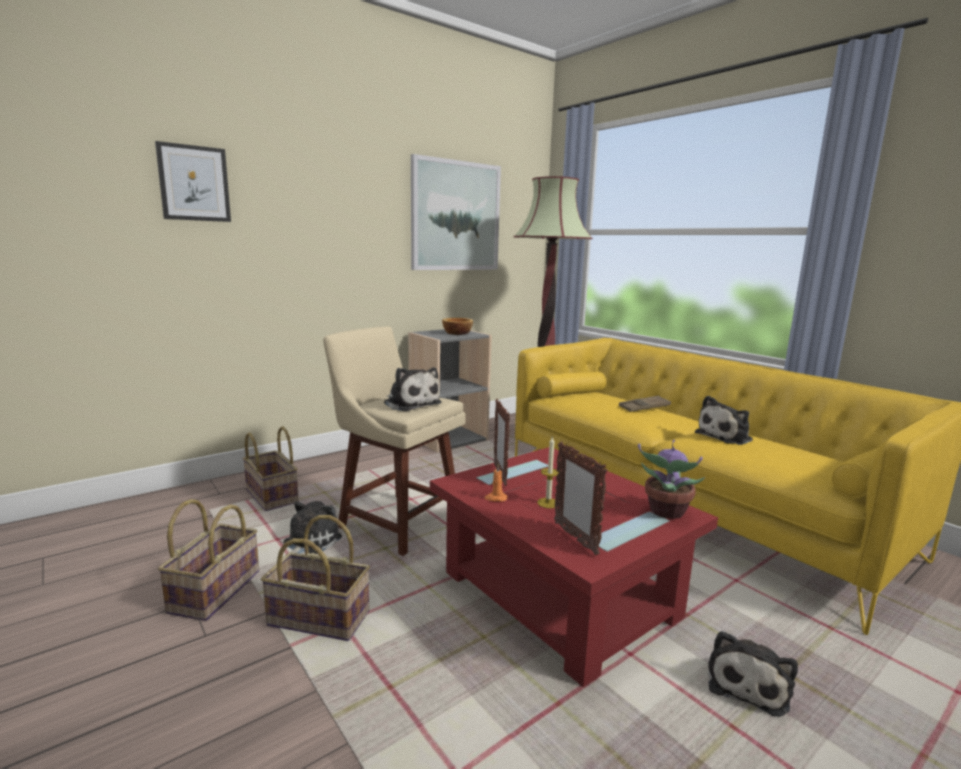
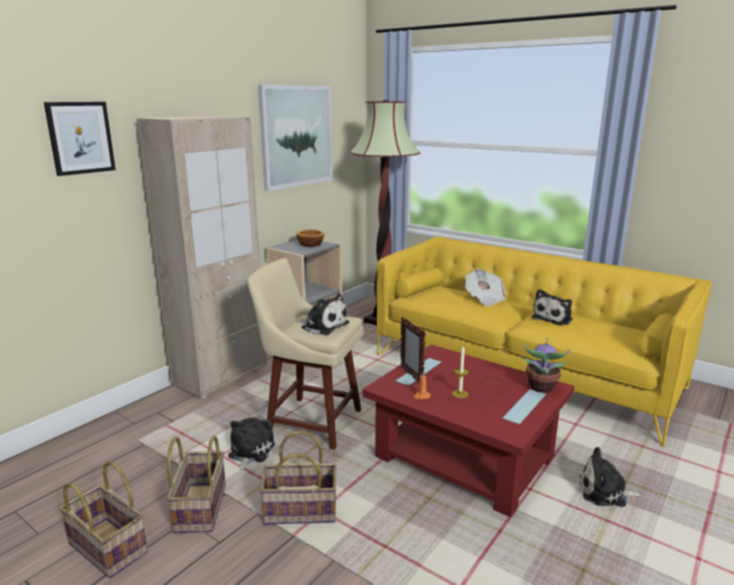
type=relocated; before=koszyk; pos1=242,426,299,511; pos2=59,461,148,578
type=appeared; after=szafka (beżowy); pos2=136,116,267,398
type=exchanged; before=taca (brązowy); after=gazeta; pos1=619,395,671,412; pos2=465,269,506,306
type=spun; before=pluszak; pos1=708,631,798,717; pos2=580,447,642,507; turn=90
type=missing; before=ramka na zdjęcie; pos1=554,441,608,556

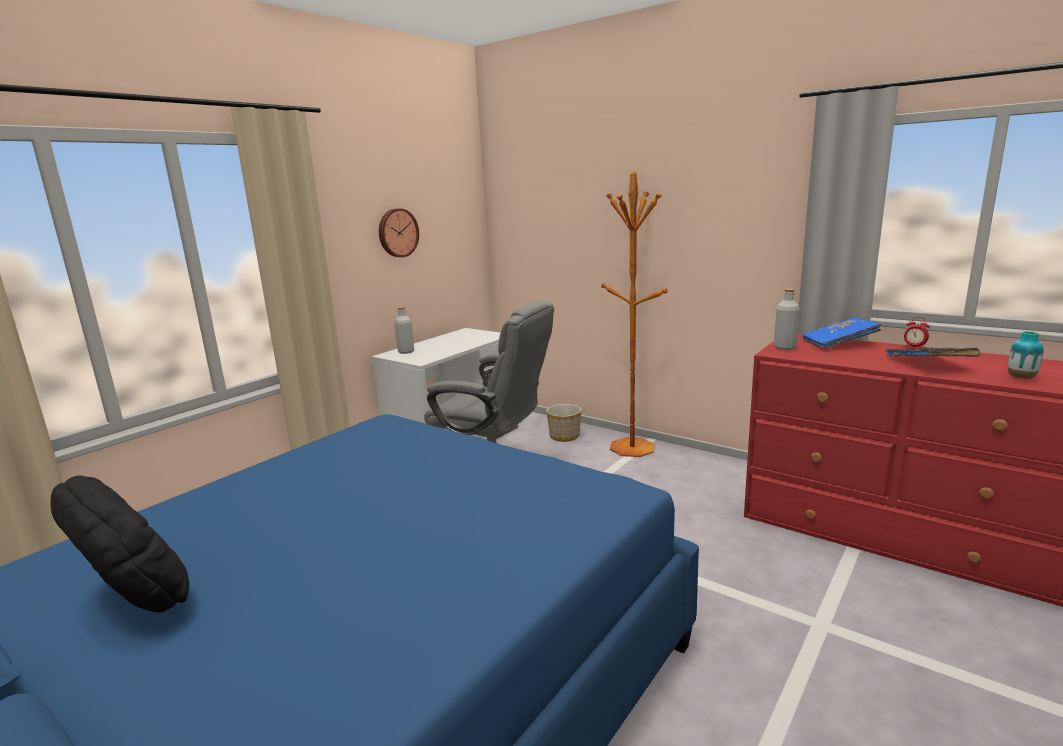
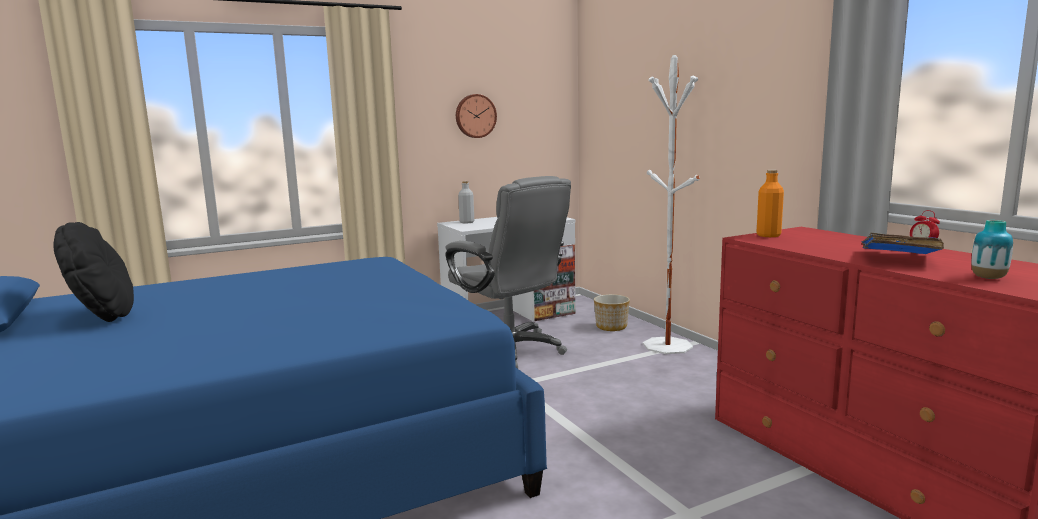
type=colour; before=wieszak (pomarańczowy); after=wieszak (biały); pos1=601,171,668,457; pos2=643,55,700,354
type=colour; before=butelka (szary); after=butelka (pomarańczowy); pos1=774,289,800,350; pos2=757,170,784,237
type=missing; before=książka (niebieski); pos1=803,317,882,349

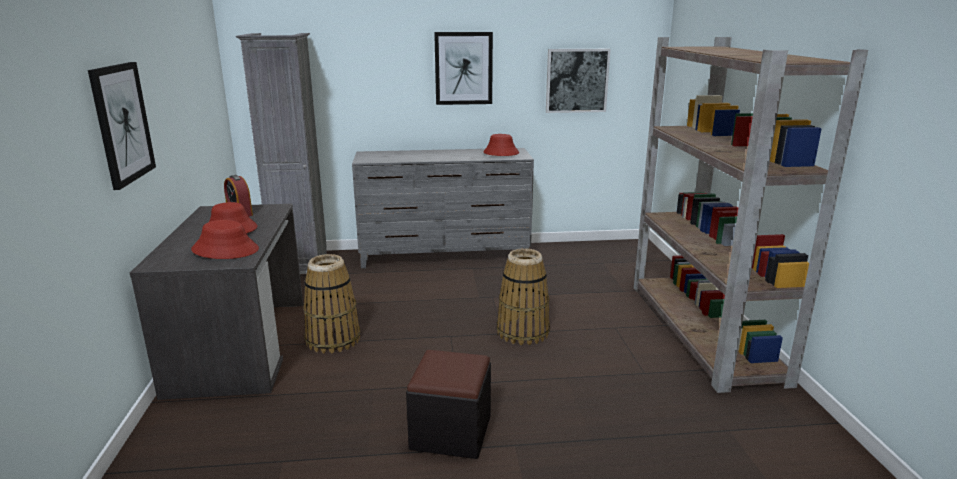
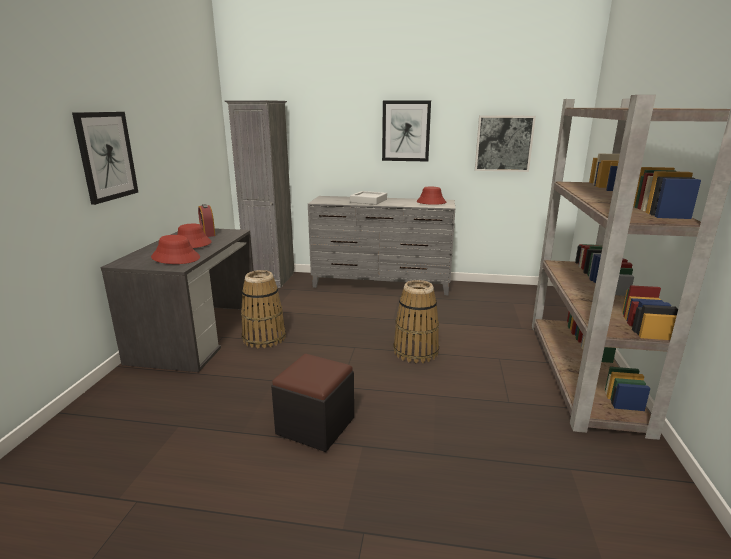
type=appeared; after=taca (szary); pos2=350,191,387,205

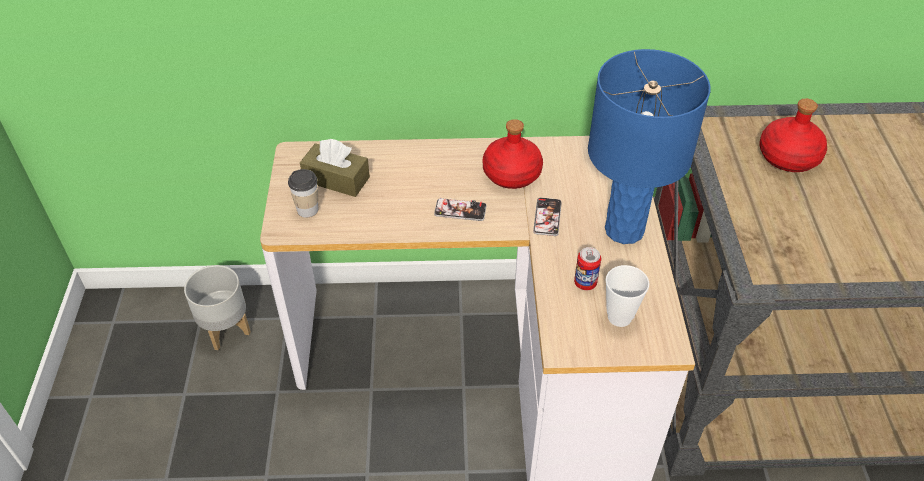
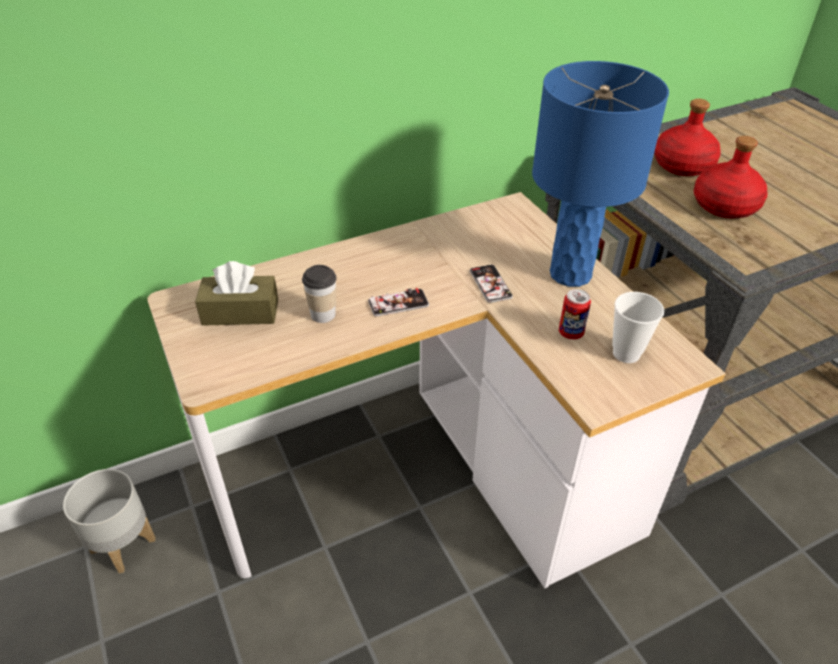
type=relocated; before=filiżanka; pos1=288,169,318,217; pos2=302,265,337,323
type=relocated; before=butelka (czerwony); pos1=483,119,543,189; pos2=694,136,767,218

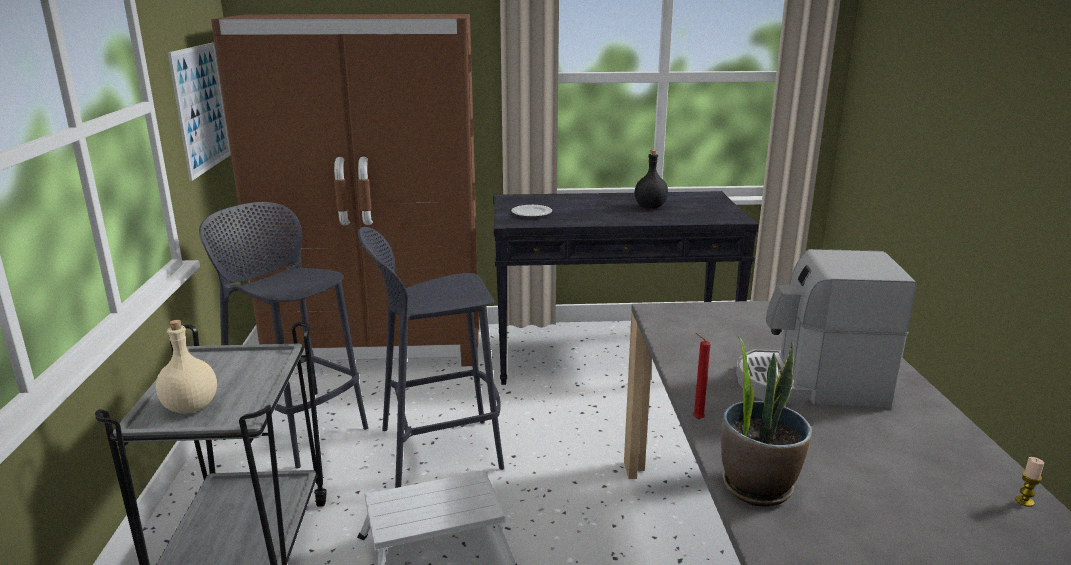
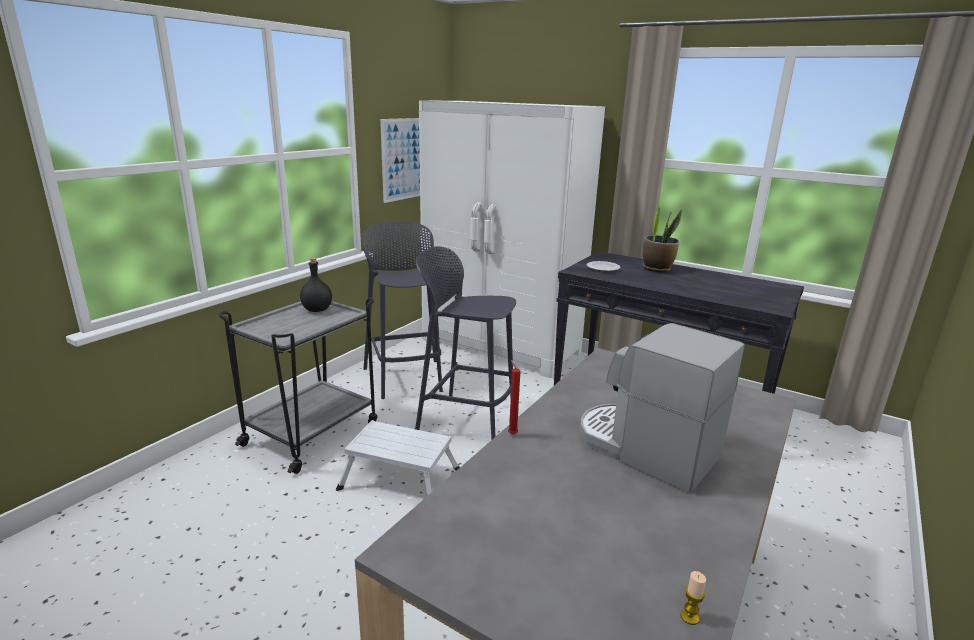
type=relocated; before=butelka (czarny); pos1=634,150,668,209; pos2=300,258,332,312
type=colour; before=szafka (brązowy); after=szafka (biały); pos1=211,14,479,367; pos2=419,100,605,378
type=relocated; before=roślina doniczkowa; pos1=721,335,812,507; pos2=643,203,682,272
type=missing; before=butelka (beżowy); pos1=156,320,217,414

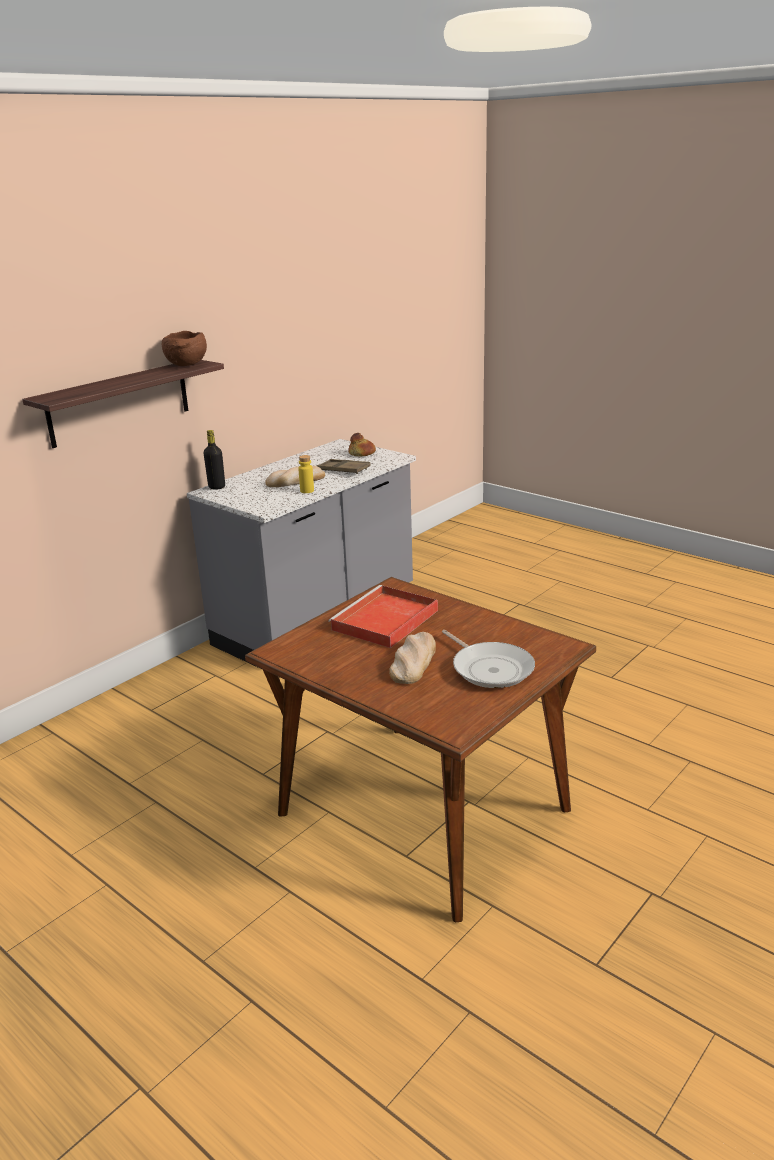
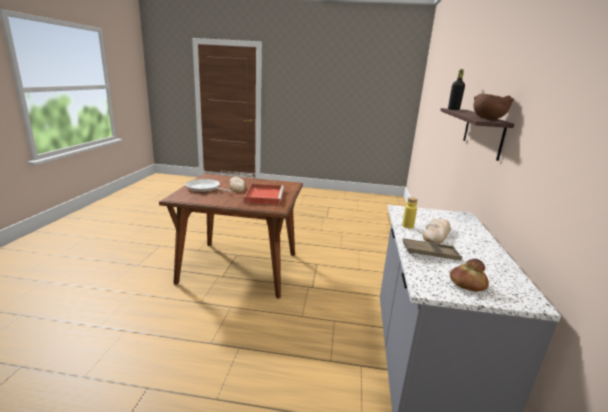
type=relocated; before=butelka (czarny); pos1=203,430,225,489; pos2=448,69,465,110

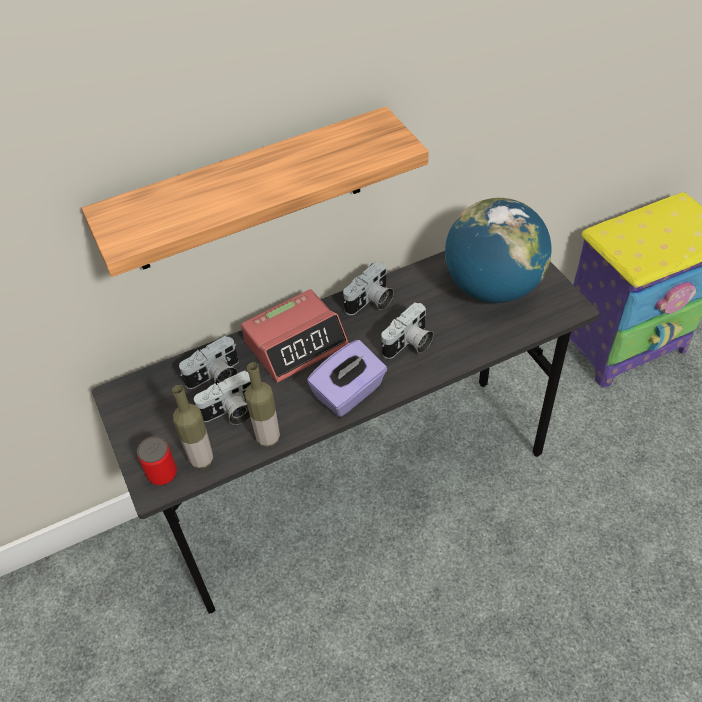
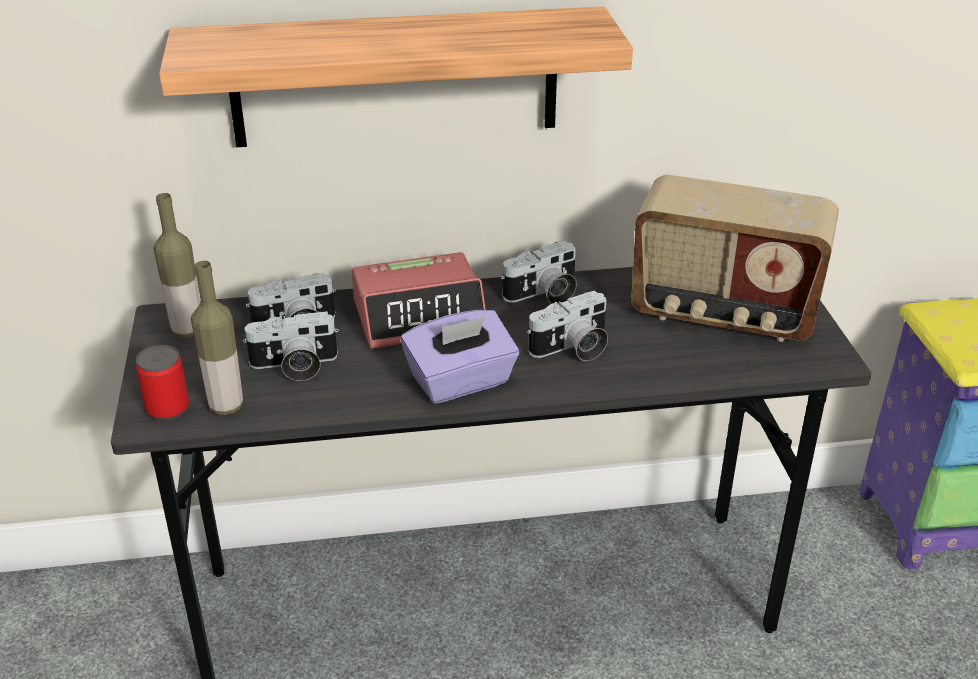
type=relocated; before=butelka; pos1=244,362,280,447; pos2=154,193,200,337
type=exchanged; before=globus; after=radio; pos1=445,198,552,303; pos2=631,175,839,342

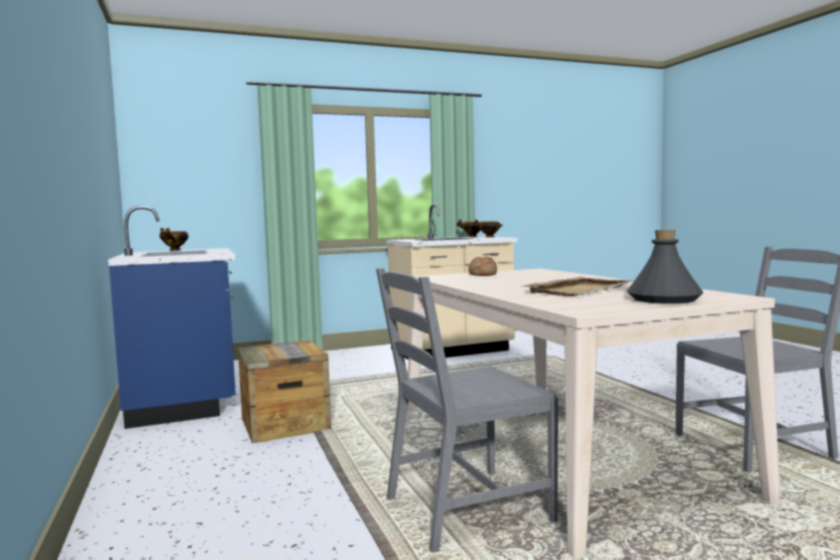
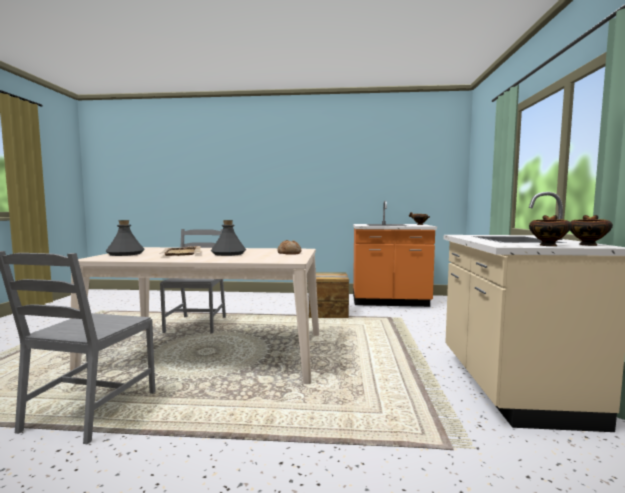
type=appeared; after=butelka (szary); pos2=211,220,246,256
type=colour; before=zabudowa kuchenna (niebieski); after=zabudowa kuchenna (pomarańczowy); pos1=108,206,236,429; pos2=353,201,437,307

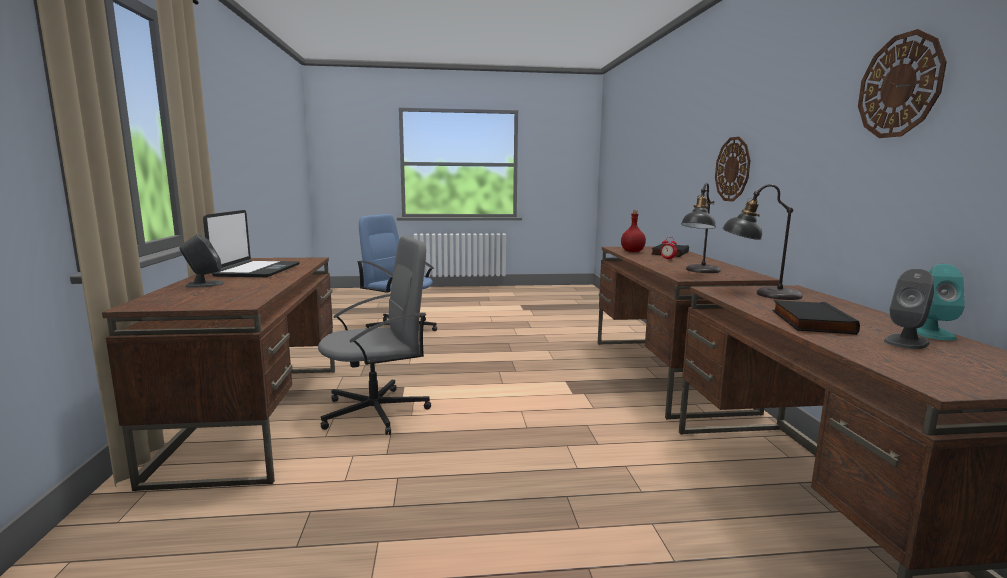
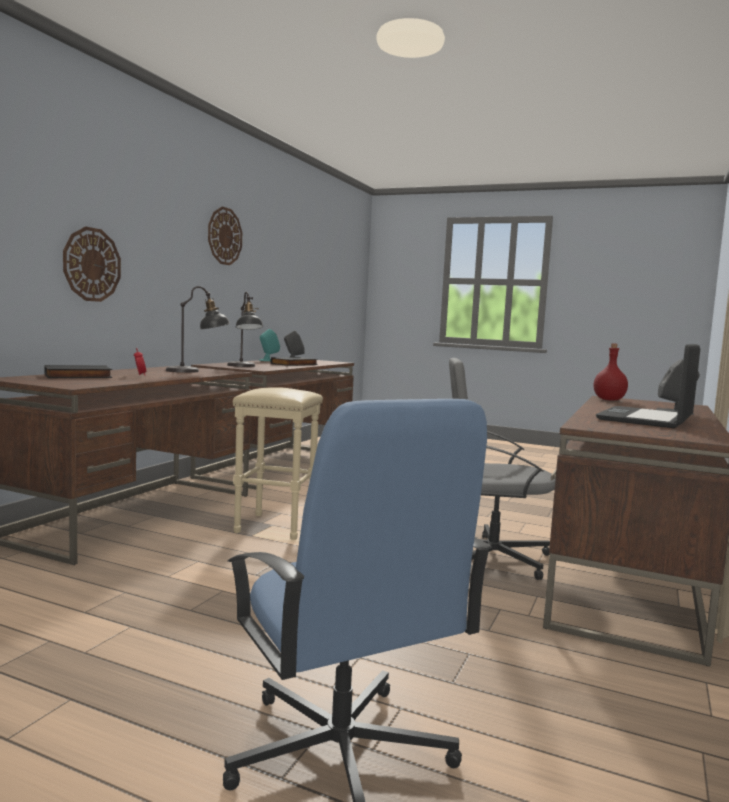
type=appeared; after=stołek (beżowy); pos2=233,387,323,540
type=relocated; before=butelka (czerwony); pos1=621,210,646,252; pos2=594,343,628,401

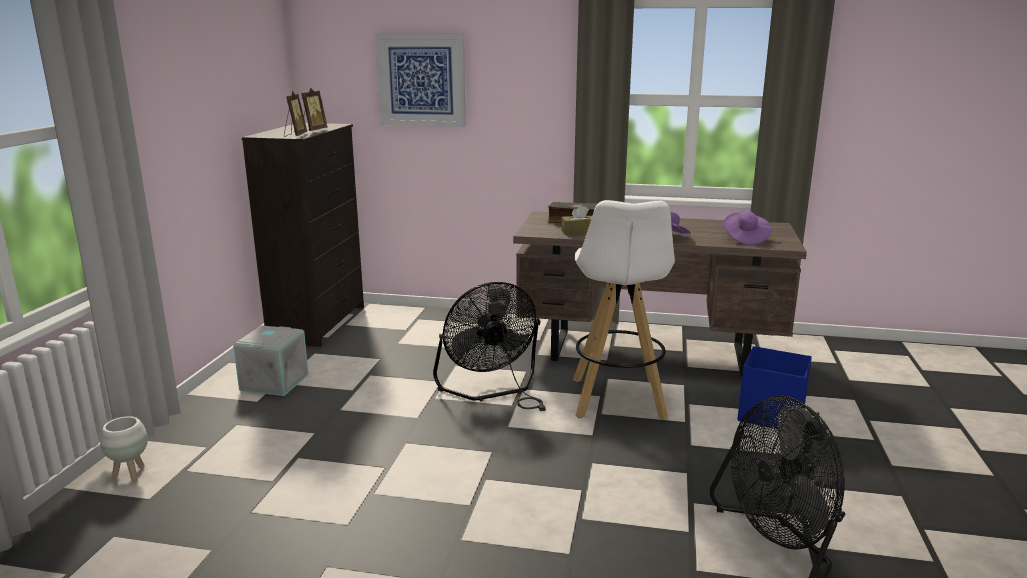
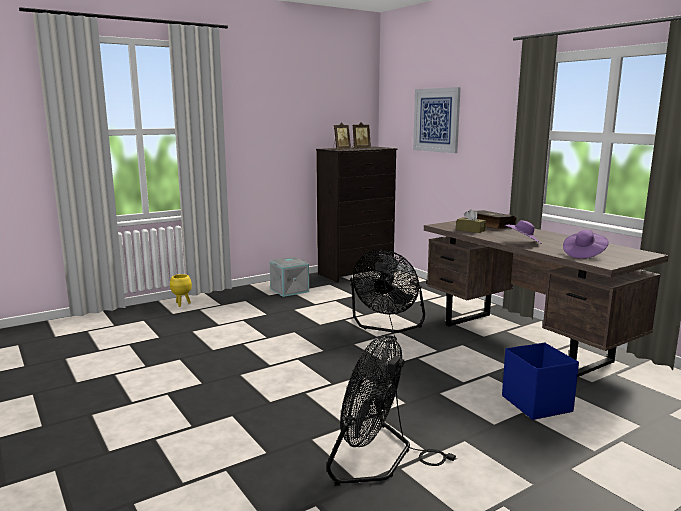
type=colour; before=donica (biały); after=donica (żółty); pos1=100,416,148,482; pos2=170,274,192,307
type=missing; before=stołek (biały); pos1=573,200,675,420

